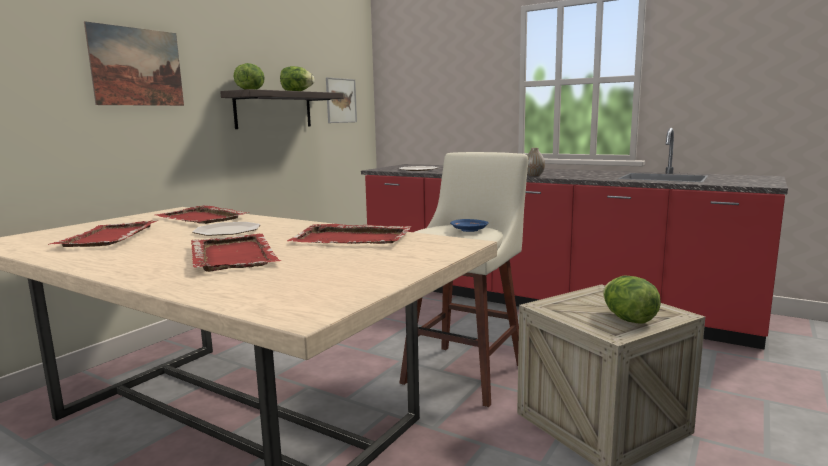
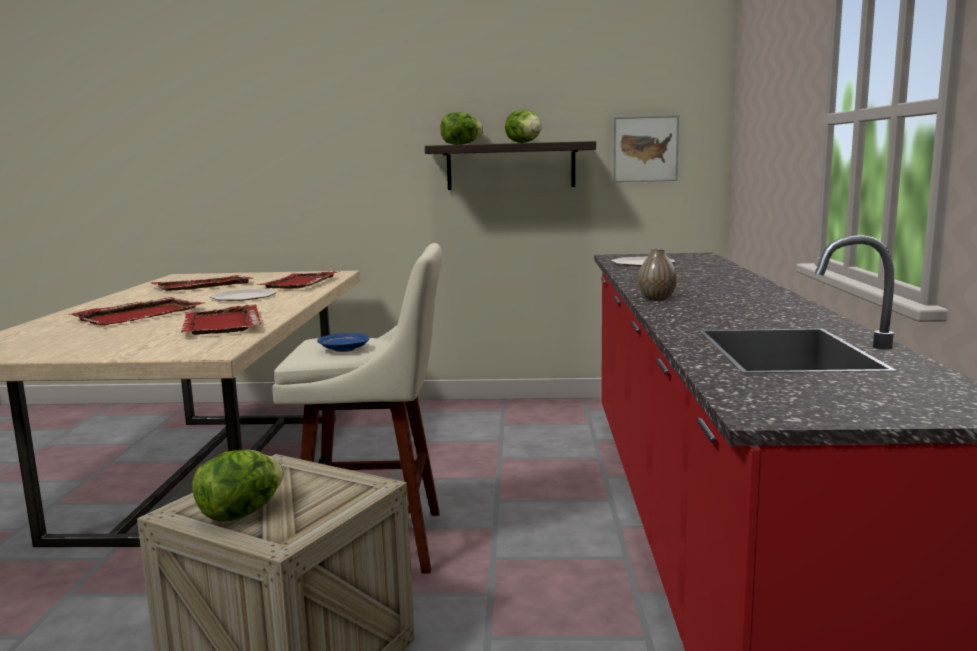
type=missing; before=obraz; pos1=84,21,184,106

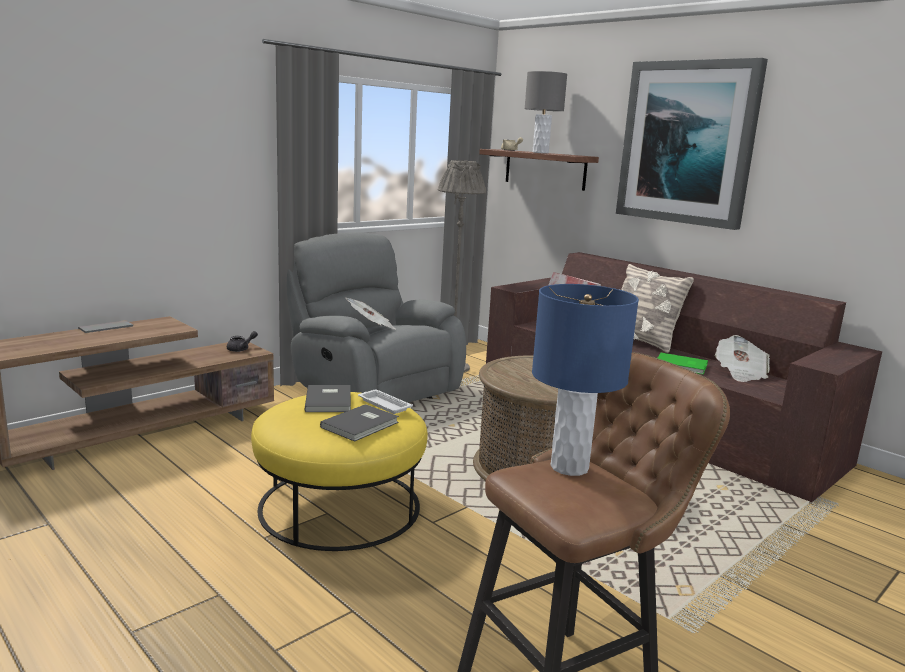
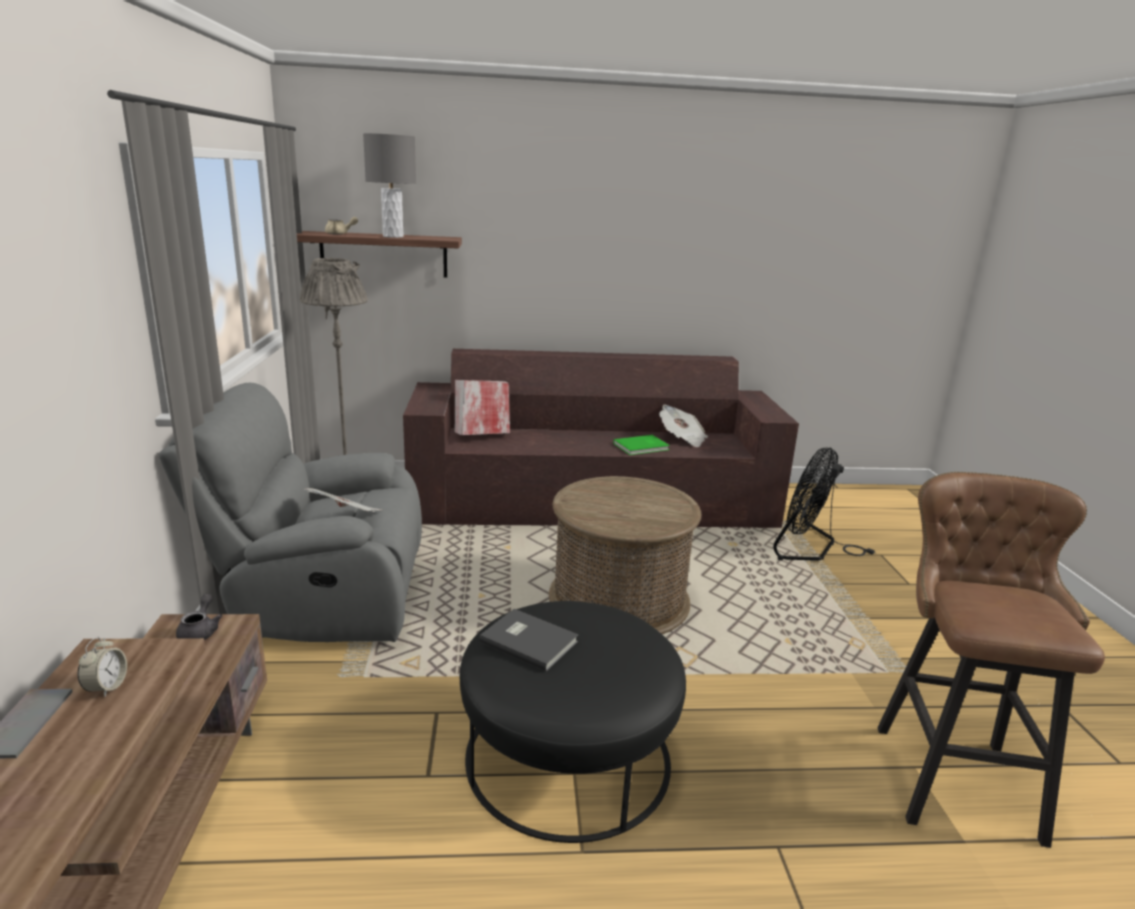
type=appeared; after=budzik; pos2=78,637,127,697
type=colour; before=pufa (żółty); after=pufa (czarny); pos1=251,392,428,551; pos2=460,601,686,843
type=appeared; after=wentylator (czarny); pos2=774,447,876,561
type=missing; before=książka (szary); pos1=320,404,399,441
type=missing; before=taca (biały); pos1=358,390,413,414
type=missing; before=lampa stołowa (niebieski); pos1=532,284,639,476
type=missing; before=obraz; pos1=616,58,768,230
type=missing; before=poduszka (beżowy); pos1=621,264,694,353

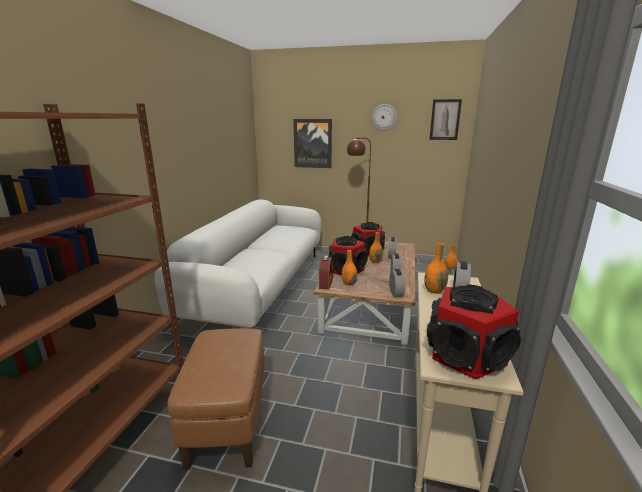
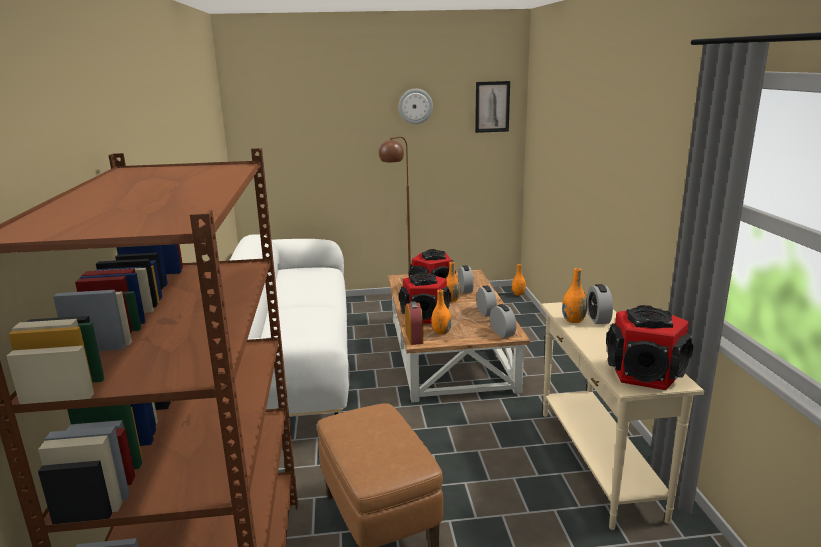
type=missing; before=obraz; pos1=293,119,332,168

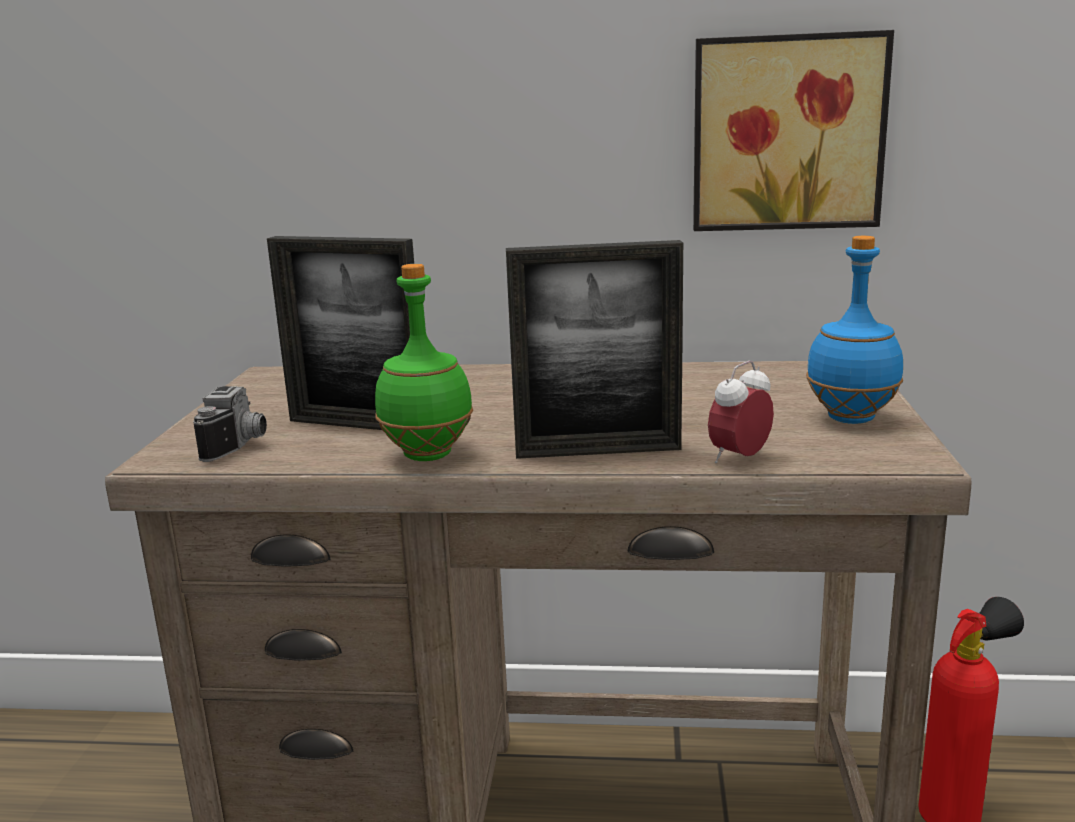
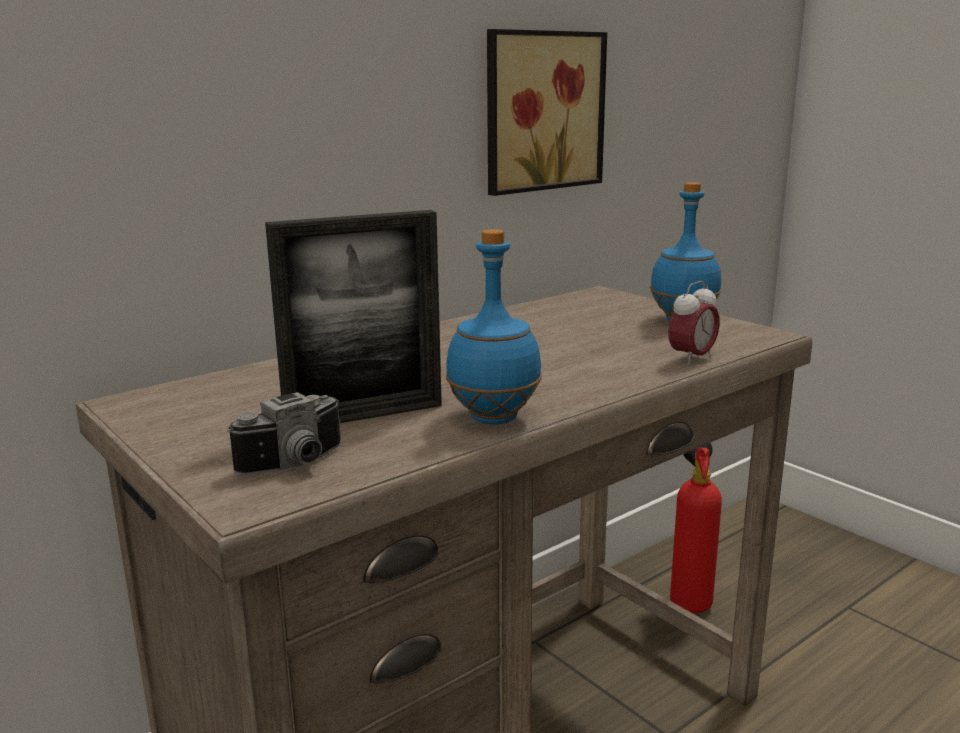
type=spun; before=aparat fotograficzny; pos1=193,386,267,462; pos2=227,392,341,475; turn=90
type=colour; before=butelka (zielony); after=butelka (niebieski); pos1=375,264,473,461; pos2=446,229,542,424
type=spun; before=budzik; pos1=708,361,774,463; pos2=668,281,720,365; turn=-135
type=missing; before=ramka na zdjęcie; pos1=506,240,683,459

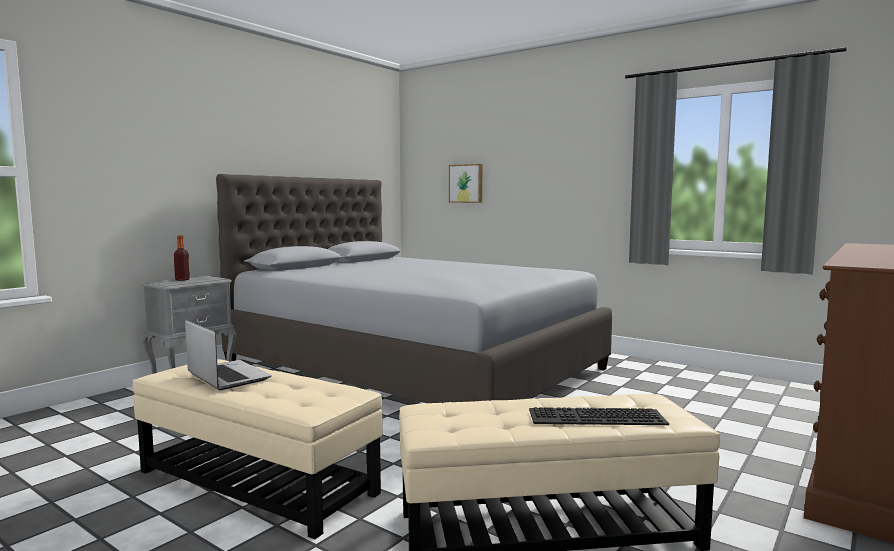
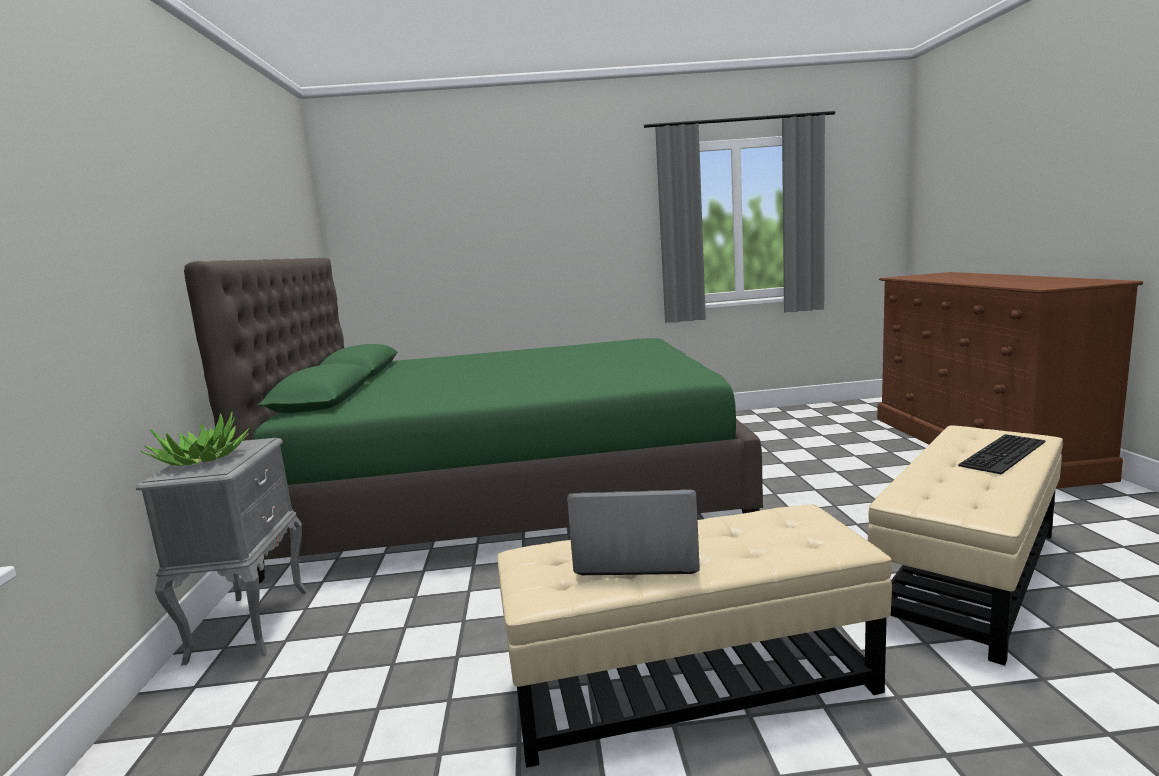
type=exchanged; before=butelka; after=roślina doniczkowa; pos1=174,235,190,281; pos2=141,411,249,466
type=colour; before=łóżko (szary); after=łóżko (zielony); pos1=216,174,612,403; pos2=184,258,763,583
type=missing; before=obraz; pos1=449,164,482,203

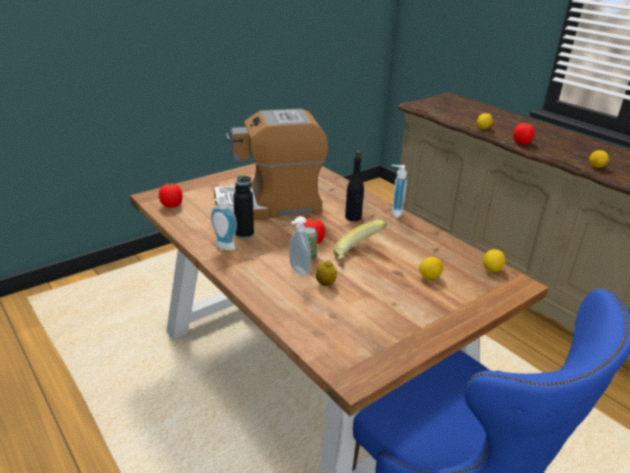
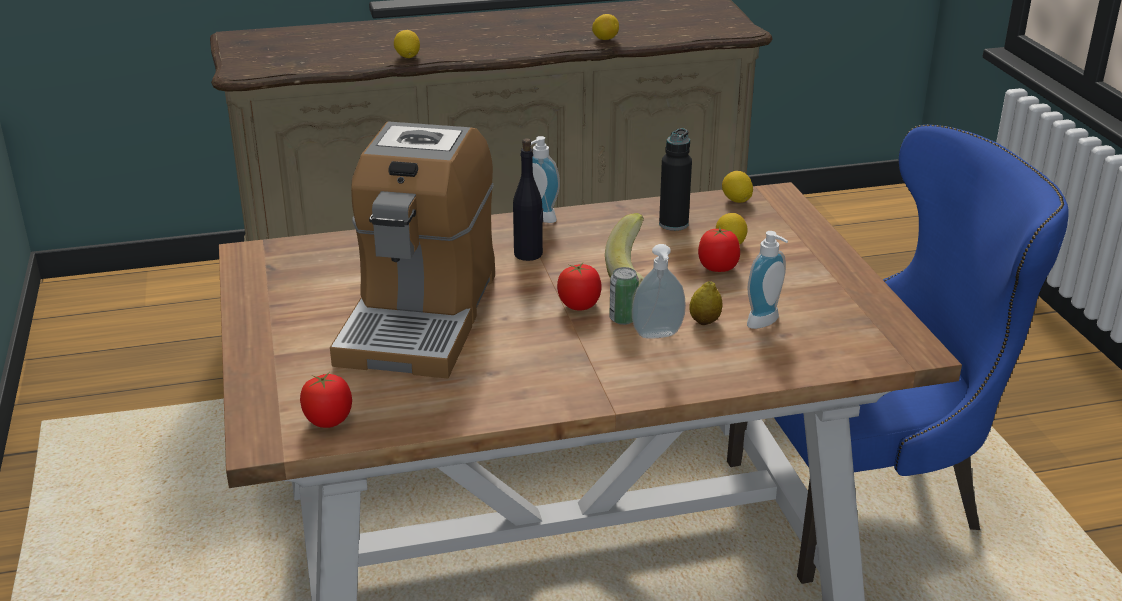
type=relocated; before=butelka (czarny); pos1=233,176,254,239; pos2=659,128,692,231
type=relocated; before=pomidor; pos1=513,123,535,145; pos2=698,227,740,272
type=relocated; before=dozownik mydła; pos1=211,194,237,250; pos2=747,231,788,329

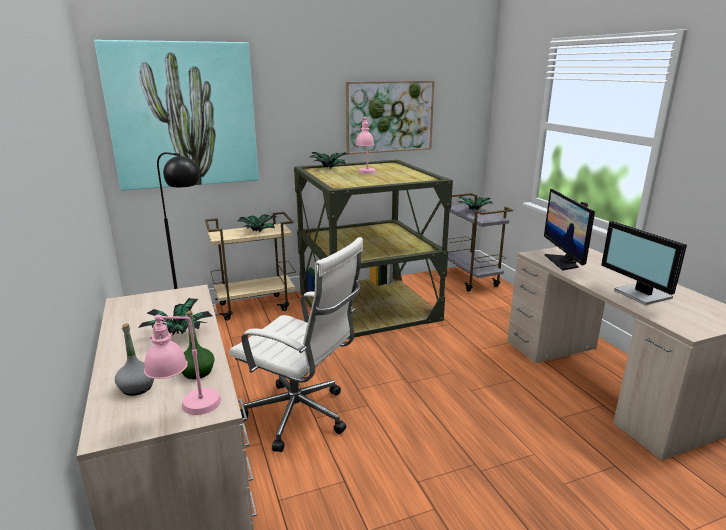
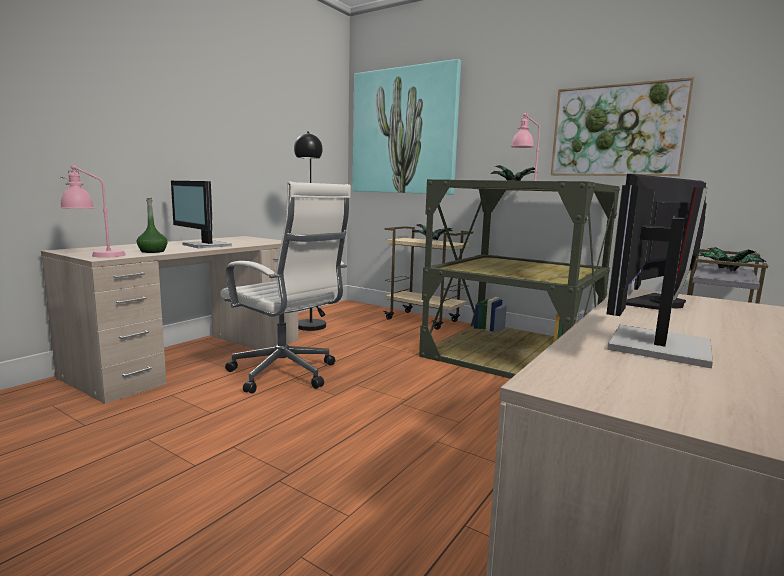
type=exchanged; before=roślina doniczkowa; after=monitor; pos1=138,297,212,335; pos2=171,181,232,248
type=spun; before=krzesło biurowe (biały); pos1=229,237,363,452; pos2=220,181,351,393; turn=-45
type=missing; before=butelka (szary); pos1=115,323,154,396

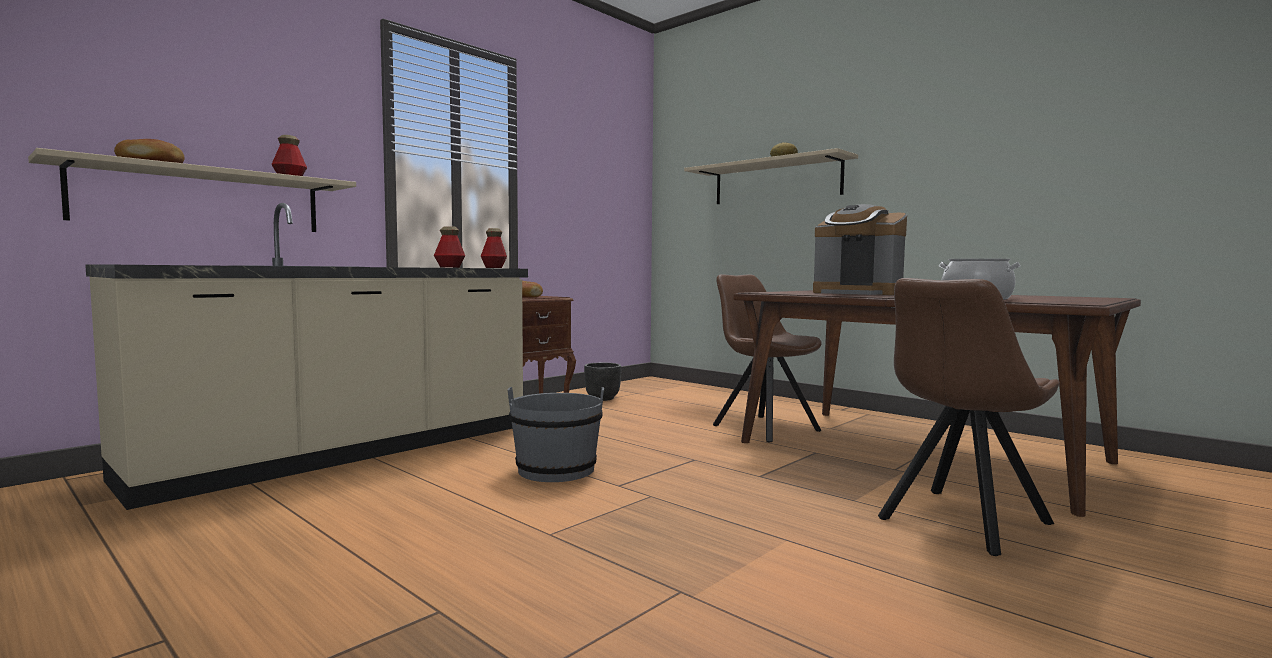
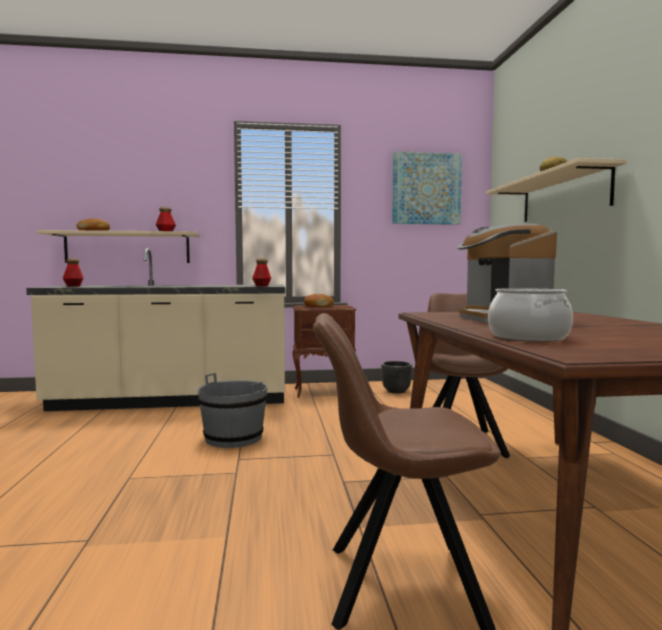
type=relocated; before=butelka; pos1=434,226,465,268; pos2=63,258,83,287
type=appeared; after=obraz; pos2=392,151,462,225

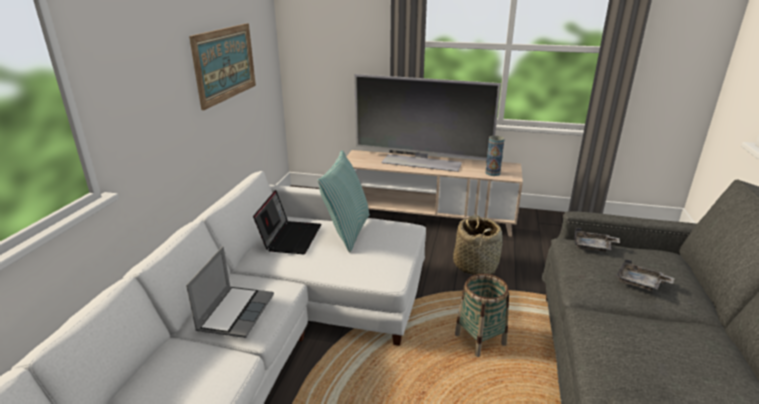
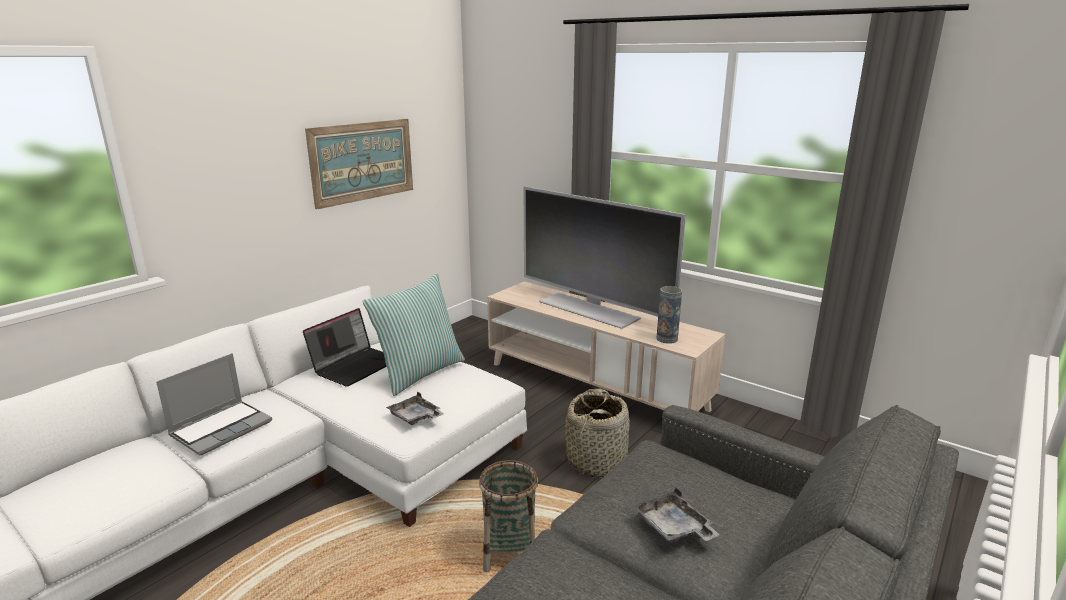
type=relocated; before=taca (szary); pos1=575,228,620,253; pos2=386,392,444,425

